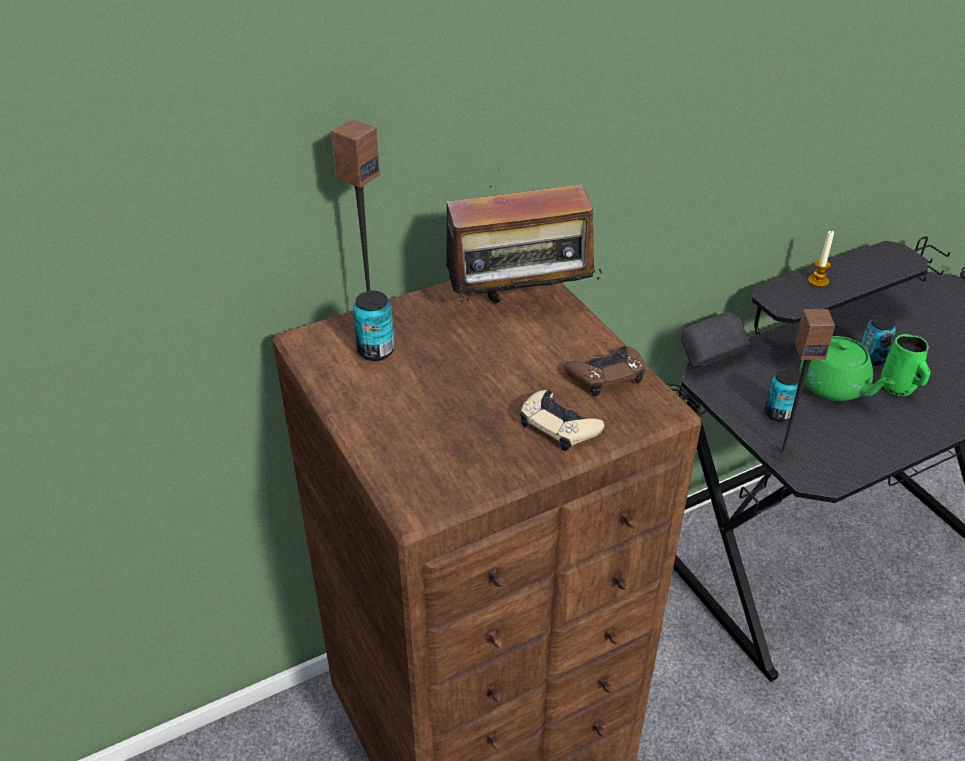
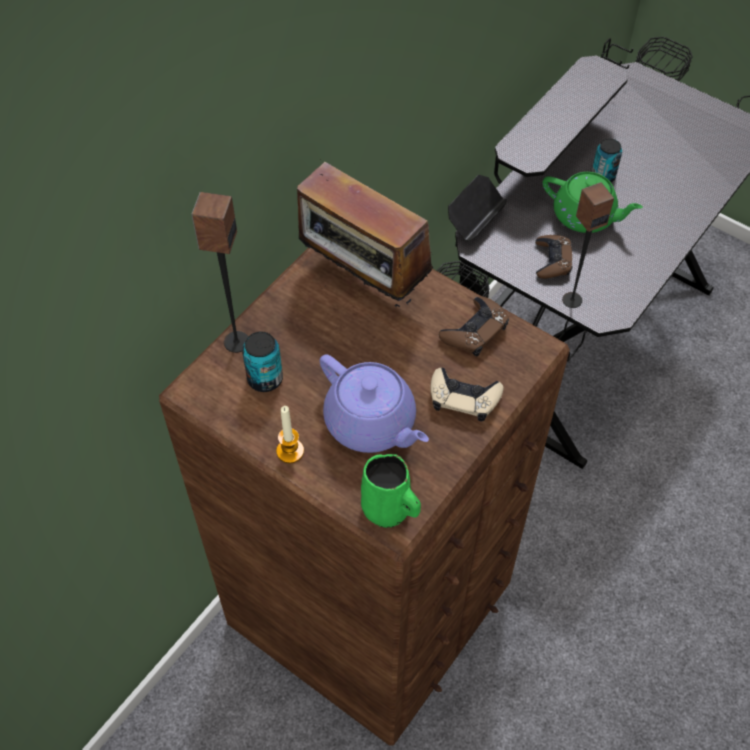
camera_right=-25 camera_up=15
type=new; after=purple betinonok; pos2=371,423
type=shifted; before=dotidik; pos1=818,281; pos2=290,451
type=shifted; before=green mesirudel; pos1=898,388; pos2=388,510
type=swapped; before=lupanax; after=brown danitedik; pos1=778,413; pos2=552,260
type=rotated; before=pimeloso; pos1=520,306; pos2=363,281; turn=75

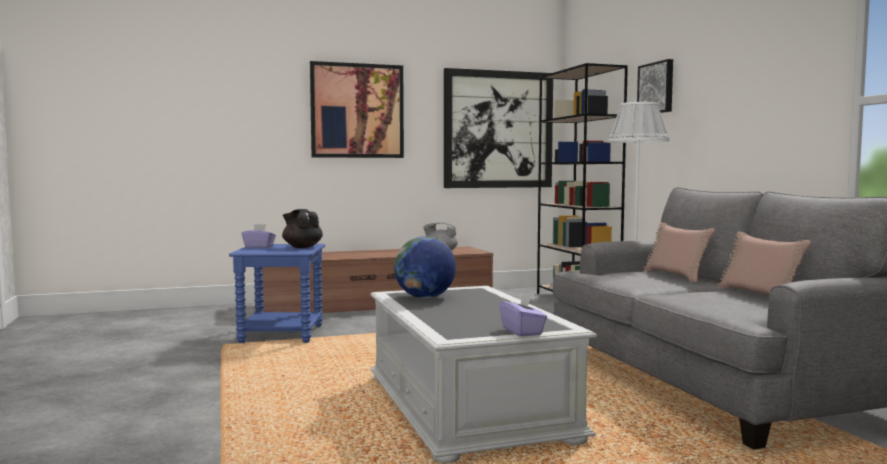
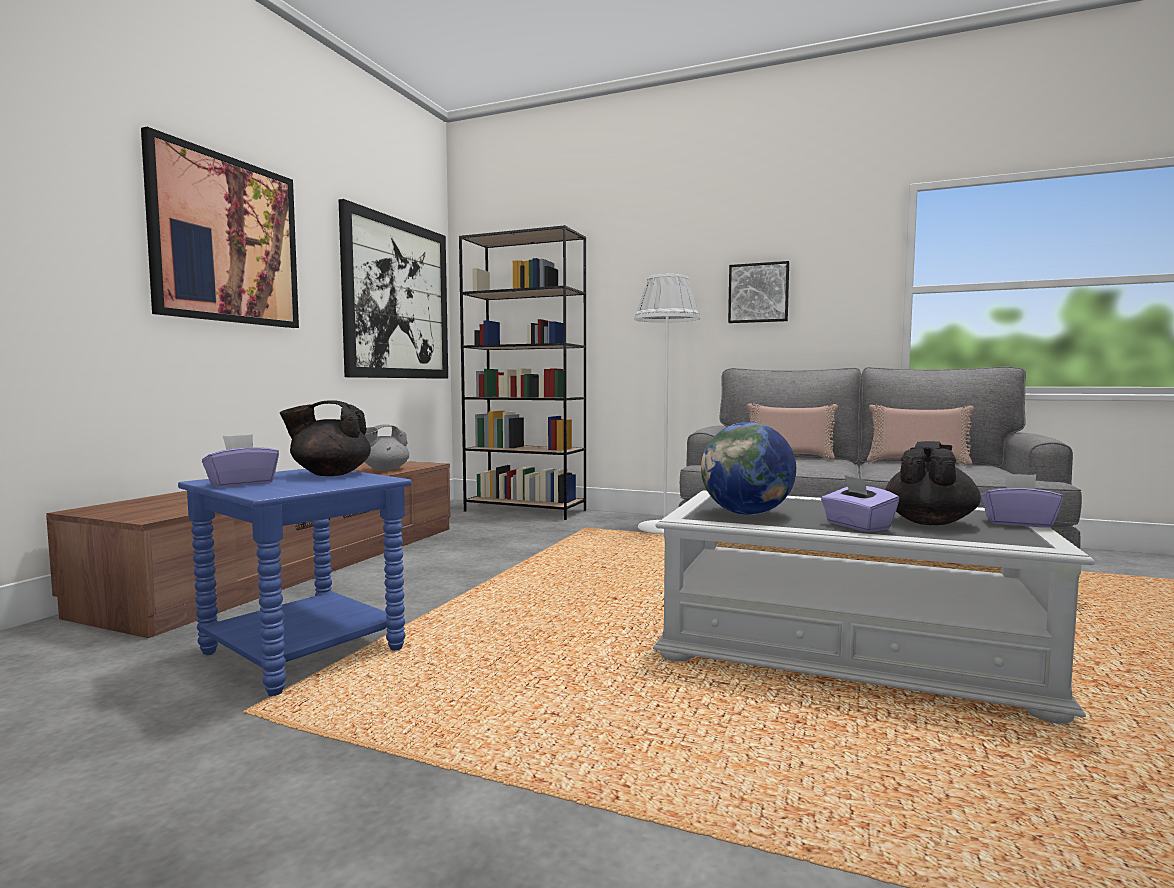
camera_right=-50 camera_up=0
type=new; after=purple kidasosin; pos2=857,526
type=new; after=black betinonok; pos2=929,522
type=shifted; before=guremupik; pos1=656,88; pos2=758,293

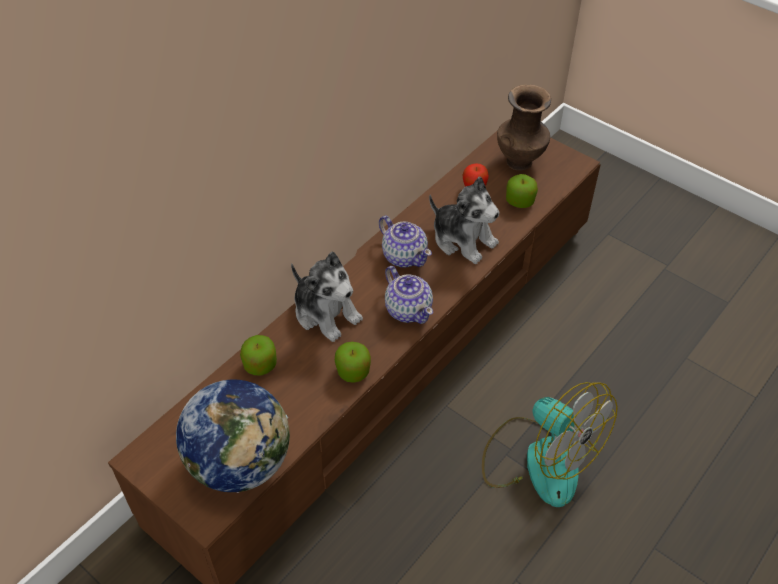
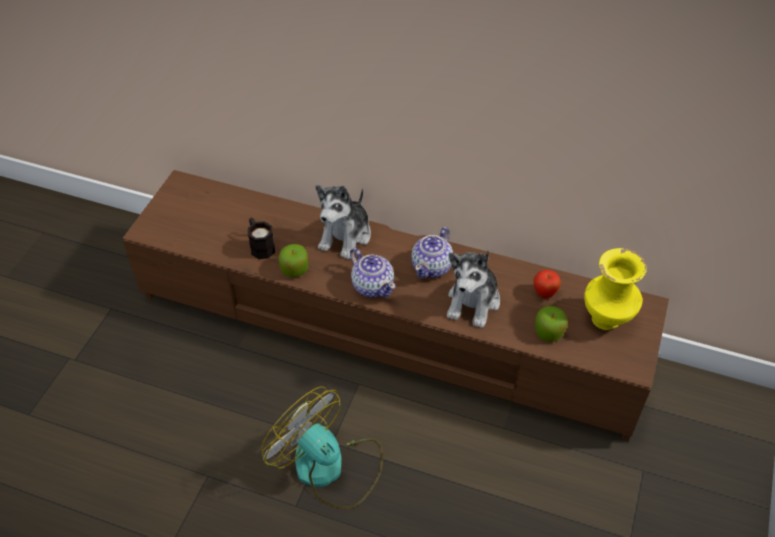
camera_right=70 camera_up=0
type=gone; before=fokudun; pos1=241,463
type=gone; before=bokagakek; pos1=260,365
type=new; after=black mesirudel; pos2=260,246
type=repainted; before=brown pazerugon; after=yellow pazerugon; pos1=520,161; pos2=607,320
type=rotated; before=betinonok; pos1=408,309; pos2=372,285; turn=-75
type=rotated; before=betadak; pos1=539,459; pos2=329,467; turn=105

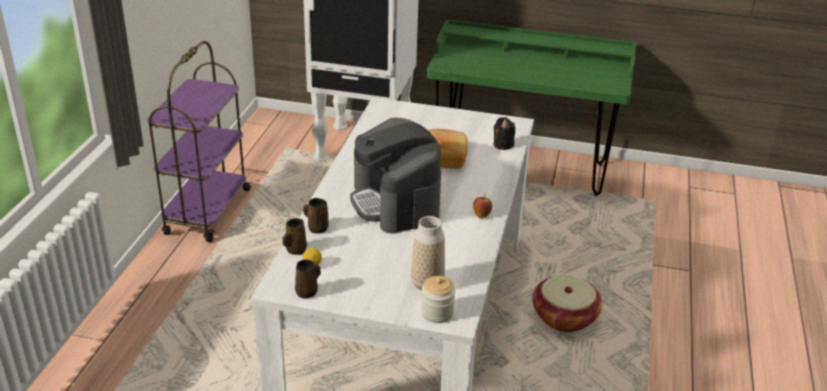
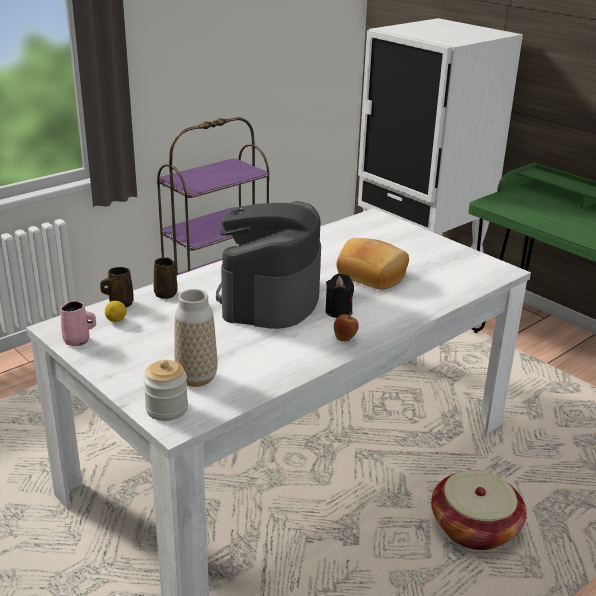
camera_right=35 camera_up=-5
type=shifted; before=black dotidik; pos1=503,145; pos2=338,311
type=repainted; before=brown mesirudel; after=pink mesirudel; pos1=307,292; pos2=78,341

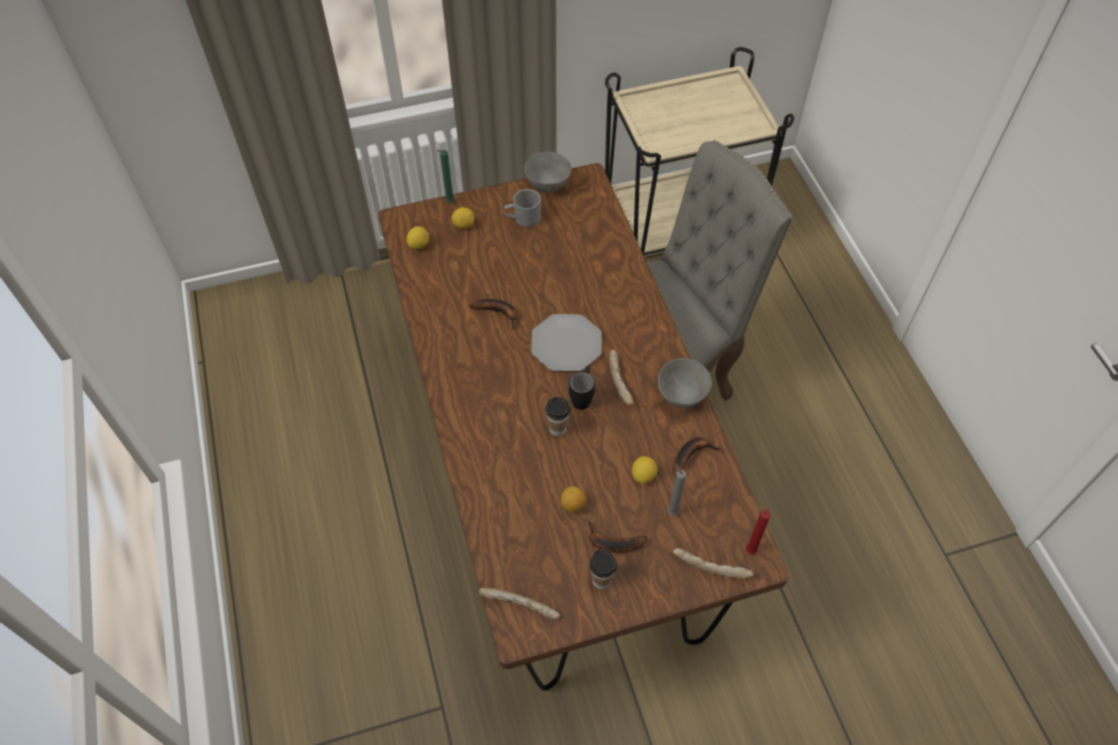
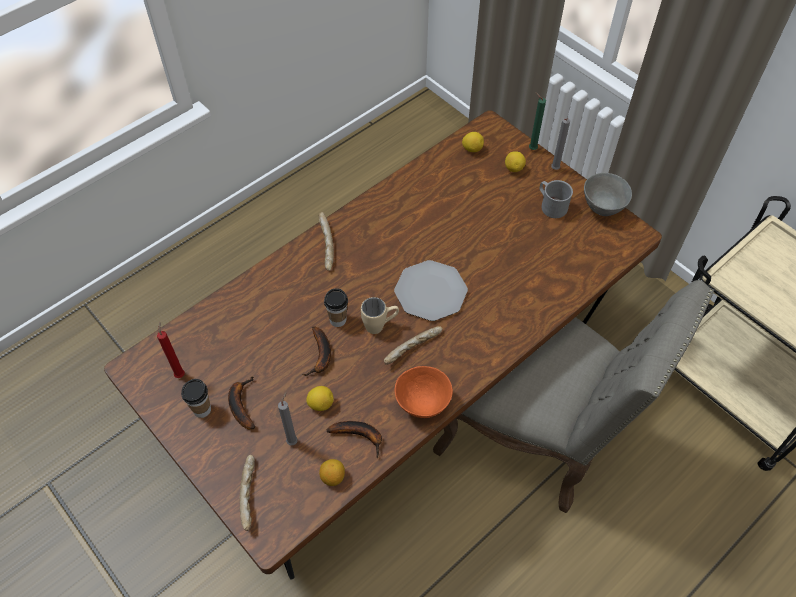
camera_right=65 camera_up=0
type=new; after=grey dotidik; pos2=554,170
type=shifted; before=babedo; pos1=499,313; pos2=320,356
type=shifted; before=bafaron; pos1=519,607; pos2=325,245
type=shifted; before=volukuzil; pos1=572,505; pos2=333,477
type=shifted; before=red dotidik; pos1=748,550; pos2=180,374
type=repainted; before=black mesirudel; after=beige mesirudel; pos1=582,397; pos2=380,325
type=repainted; before=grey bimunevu; after=orange bimunevu; pos1=681,397; pos2=422,405

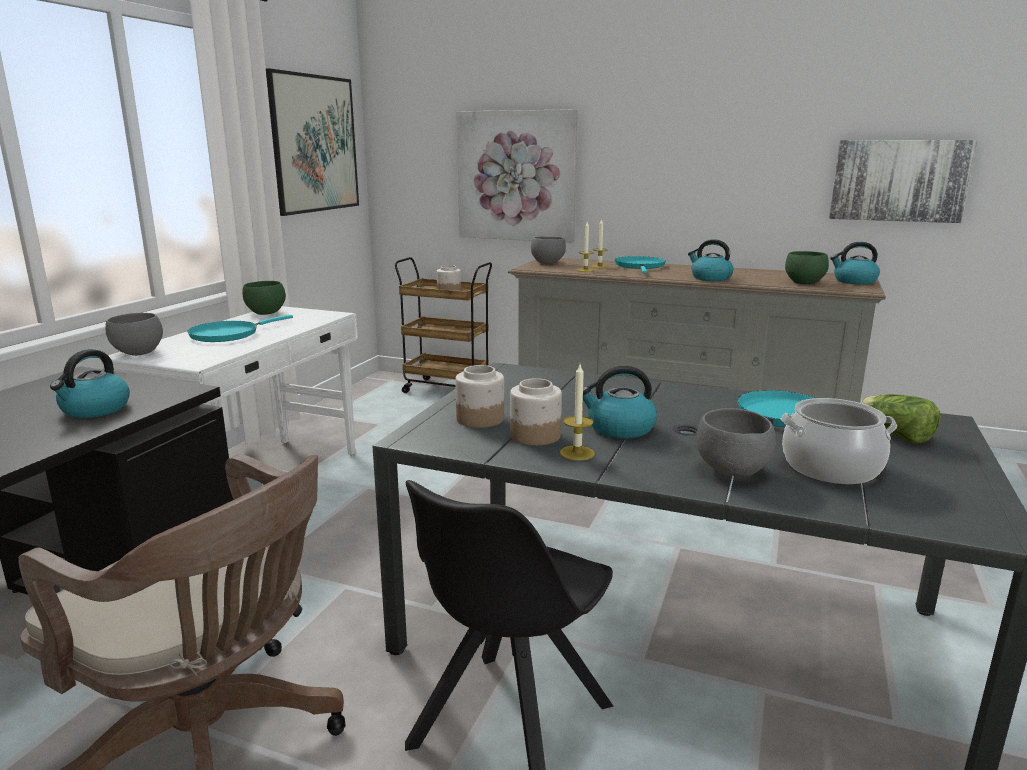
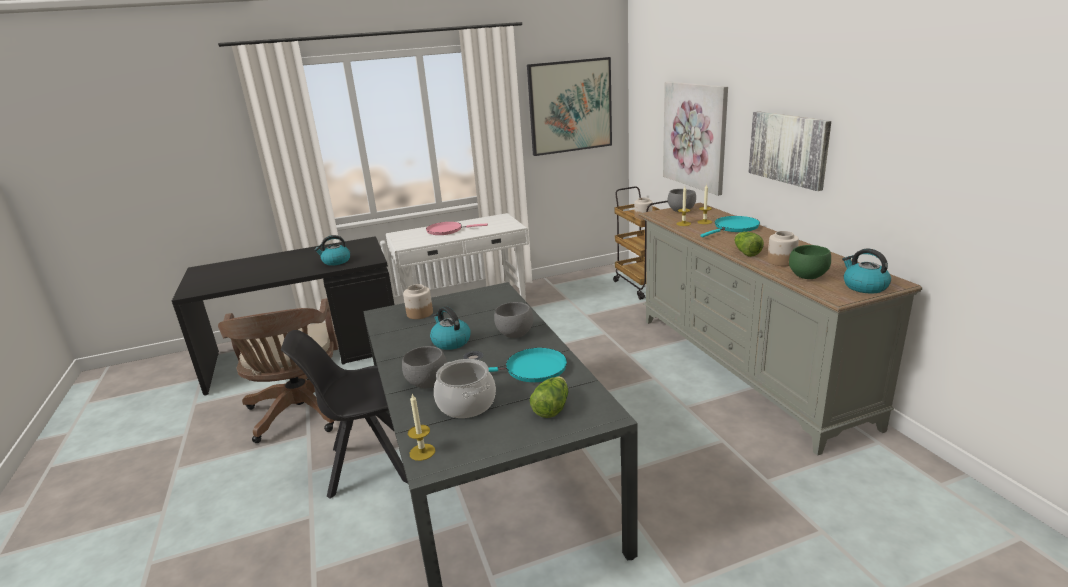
camera_right=50 camera_up=5
type=gone; before=green bimunevu; pos1=265,313
type=shifted; before=grey bimunevu; pos1=138,353; pos2=514,334
type=shifted; before=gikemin; pos1=535,436; pos2=781,261
type=shifted; before=dotidik; pos1=577,453; pos2=422,452
type=shifted; before=guremupik; pos1=899,180; pos2=788,148
type=swapped; before=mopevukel; after=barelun; pos1=710,278; pos2=746,252
type=repainted; before=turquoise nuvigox; after=pink nuvigox; pos1=228,334; pos2=447,230

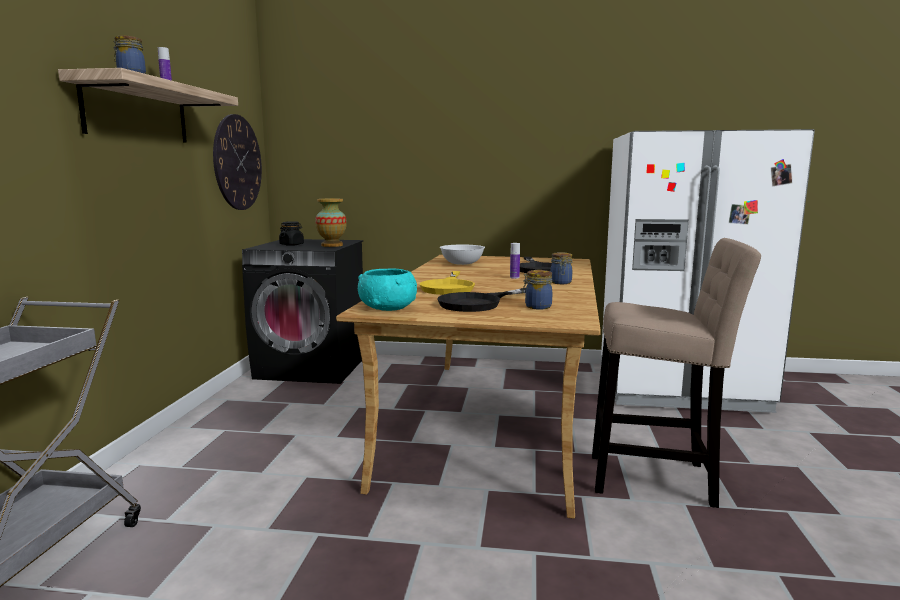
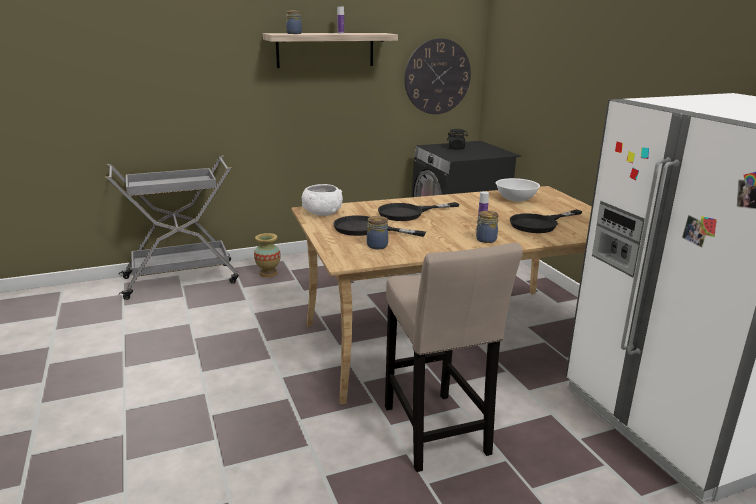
camera_right=60 camera_up=10
type=shifted; before=pazerugon; pos1=332,245; pos2=268,273
type=repainted; before=turquoise bimunevu; after=white bimunevu; pos1=387,308; pos2=322,212
type=repainted; before=yellow nuvigox; after=black nuvigox; pos1=448,287; pos2=408,213

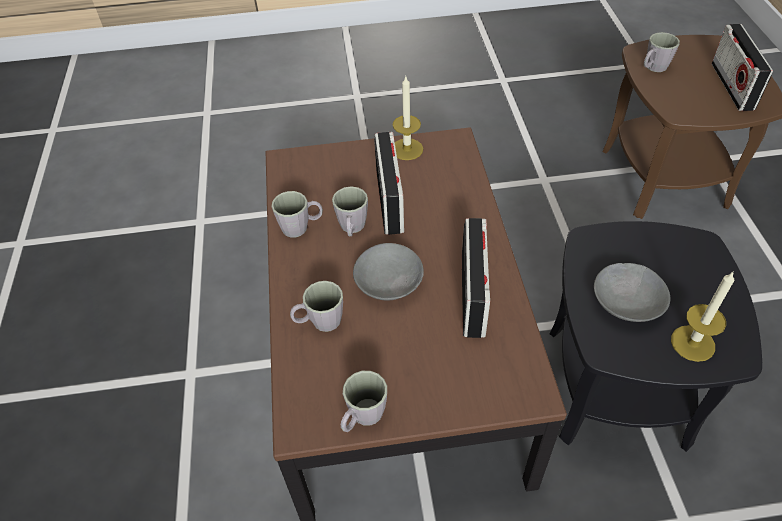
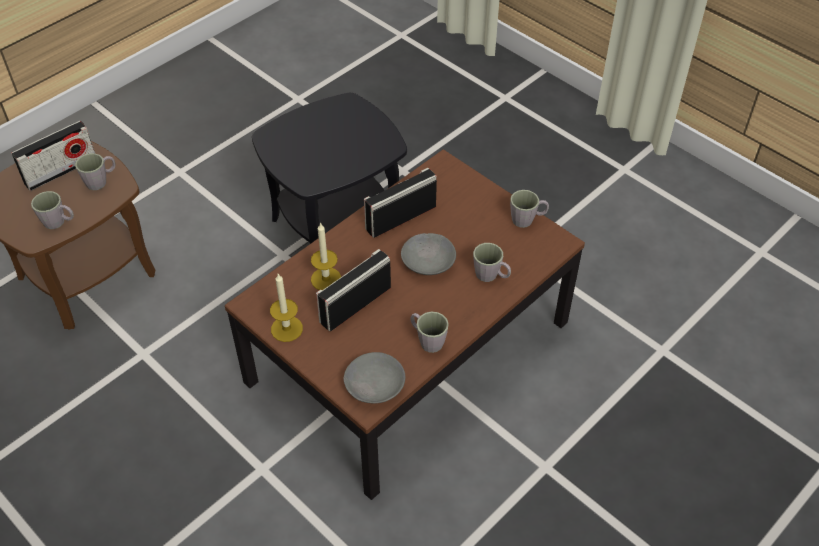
camera_right=-130 camera_up=0
type=shifted; before=grey mesirudel; pos1=352,228; pos2=101,181
type=shifted; before=grey bimunevu; pos1=627,301; pos2=374,385
type=shifted; before=dotidik; pos1=692,343; pos2=326,279

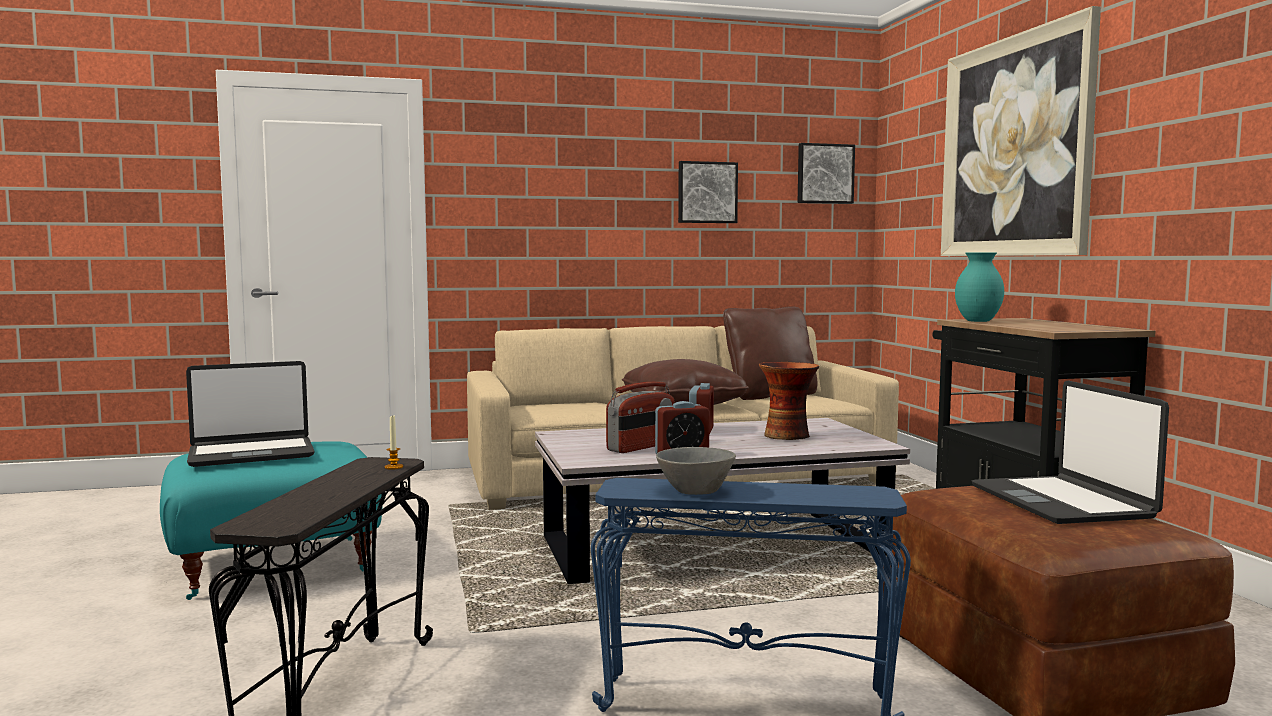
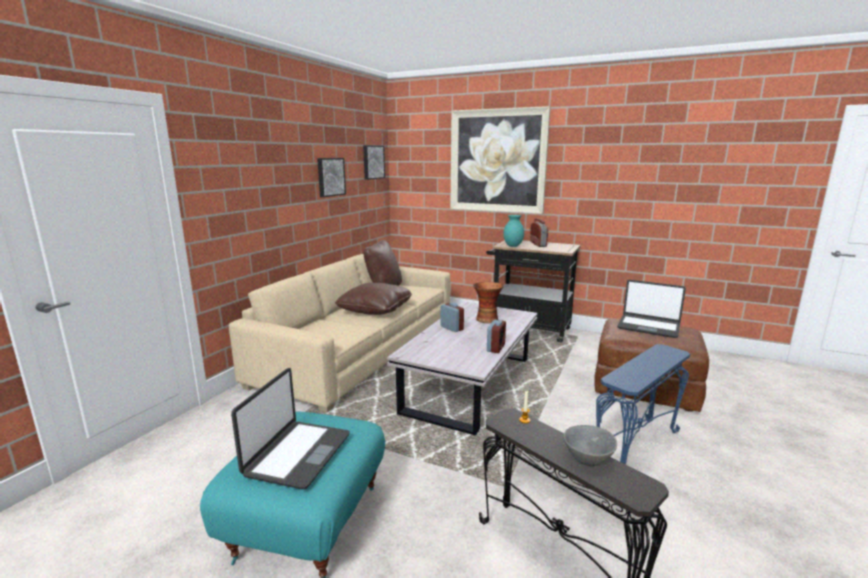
camera_right=-50 camera_up=10
type=shifted; before=pimeloso; pos1=641,447; pos2=538,244
type=shifted; before=grey bimunevu; pos1=695,490; pos2=586,458

